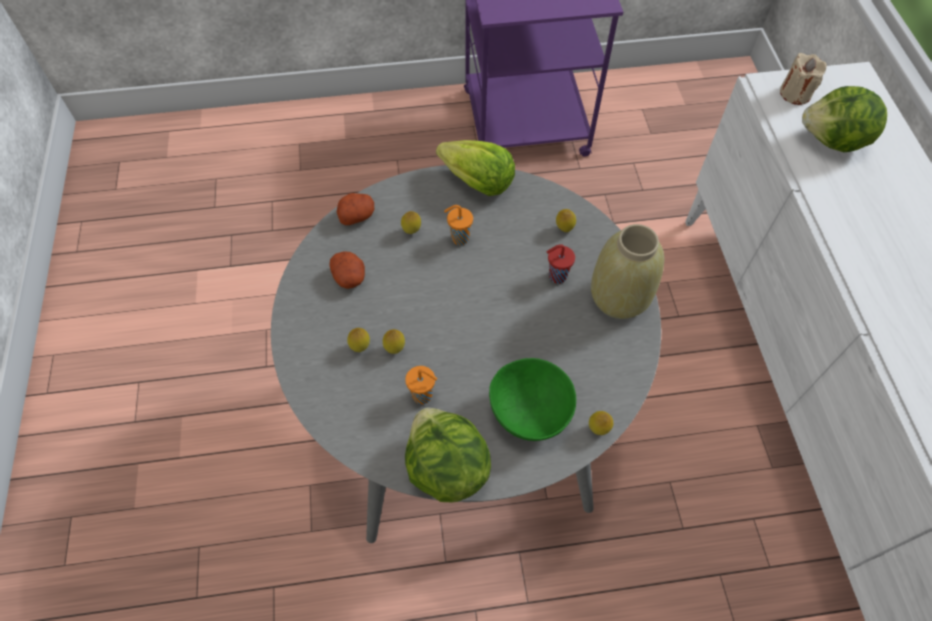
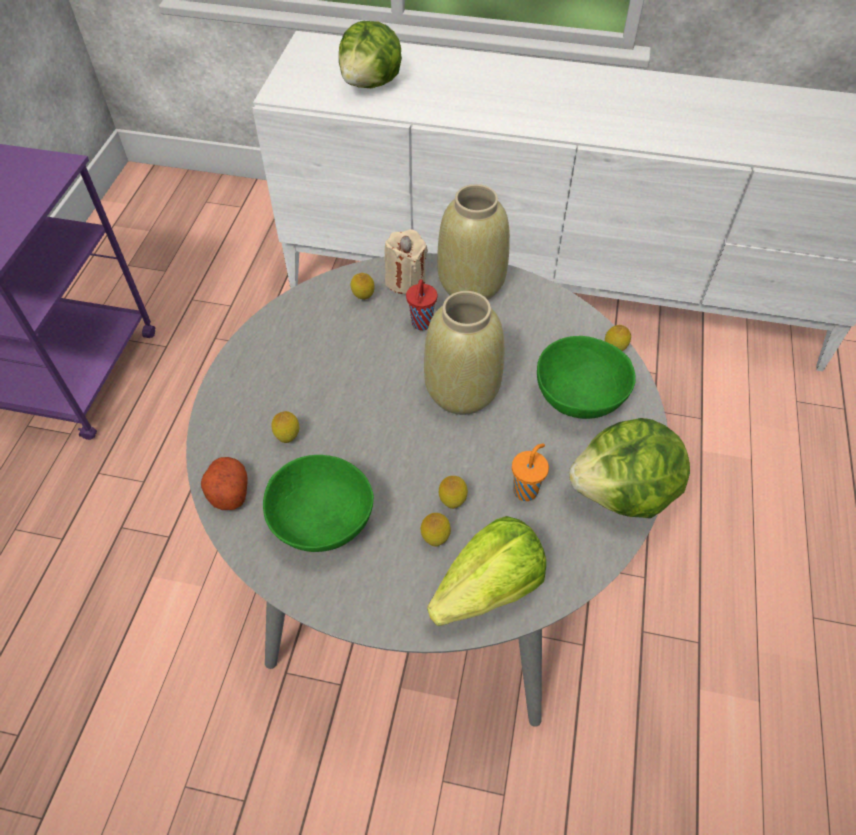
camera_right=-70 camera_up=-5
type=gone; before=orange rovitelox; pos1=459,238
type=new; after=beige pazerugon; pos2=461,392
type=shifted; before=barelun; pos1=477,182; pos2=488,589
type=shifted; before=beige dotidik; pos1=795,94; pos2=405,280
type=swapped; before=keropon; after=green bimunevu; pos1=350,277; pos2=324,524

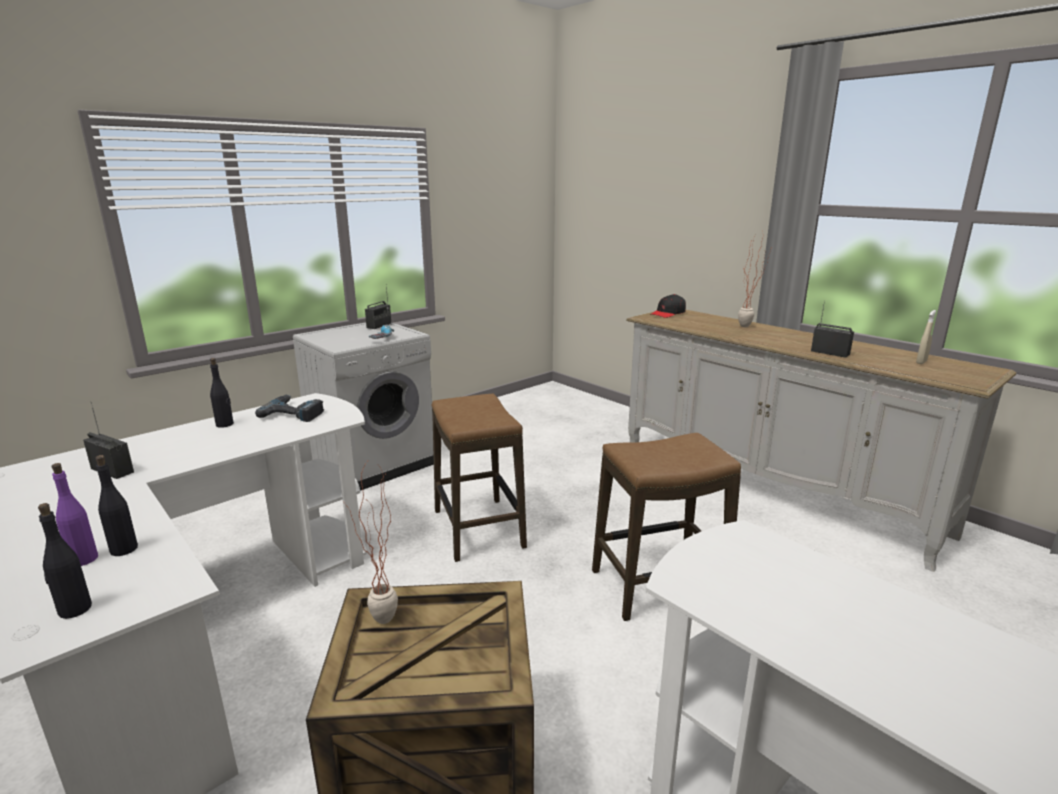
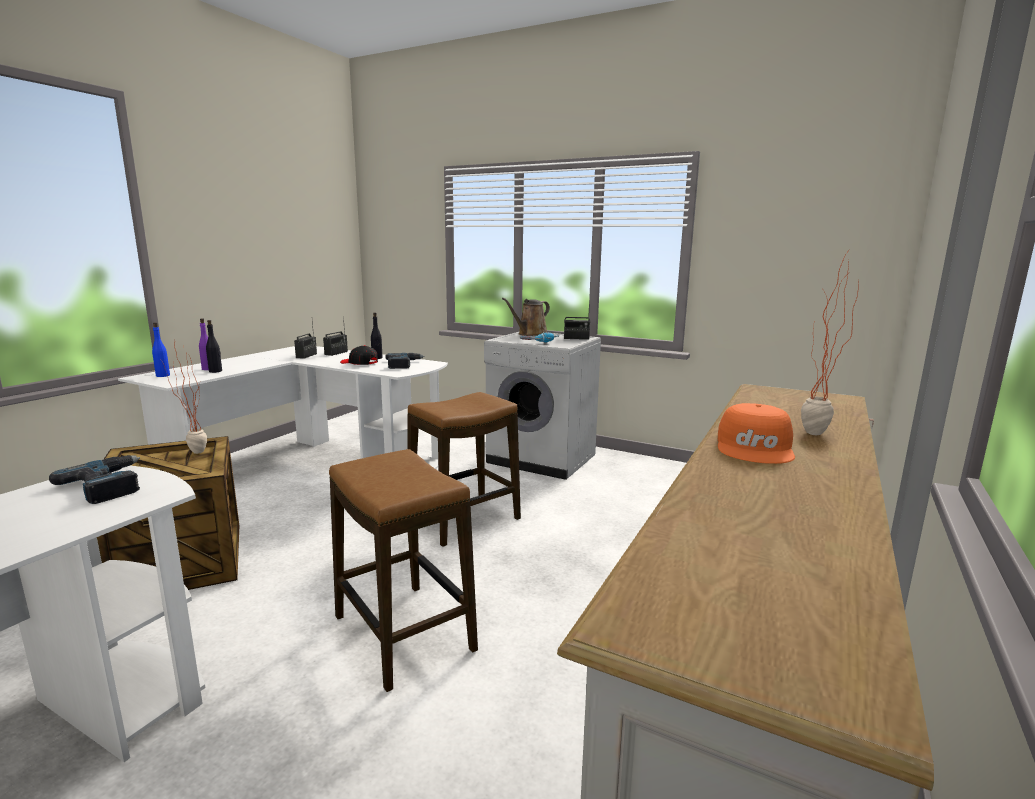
camera_right=70 camera_up=-5
type=gone; before=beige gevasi; pos1=921,362
type=new; after=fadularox; pos2=109,485
type=new; after=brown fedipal; pos2=530,334
type=new; after=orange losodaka; pos2=756,447
type=shifted; before=black losodaka; pos1=668,313; pos2=359,363
type=shifted; before=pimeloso; pos1=830,353; pos2=336,353
type=repainted; before=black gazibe; after=blue gazibe; pos1=74,609; pos2=163,375

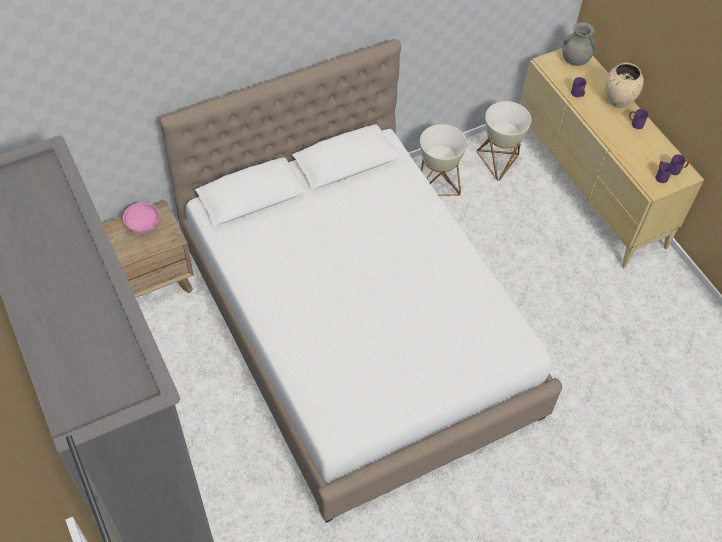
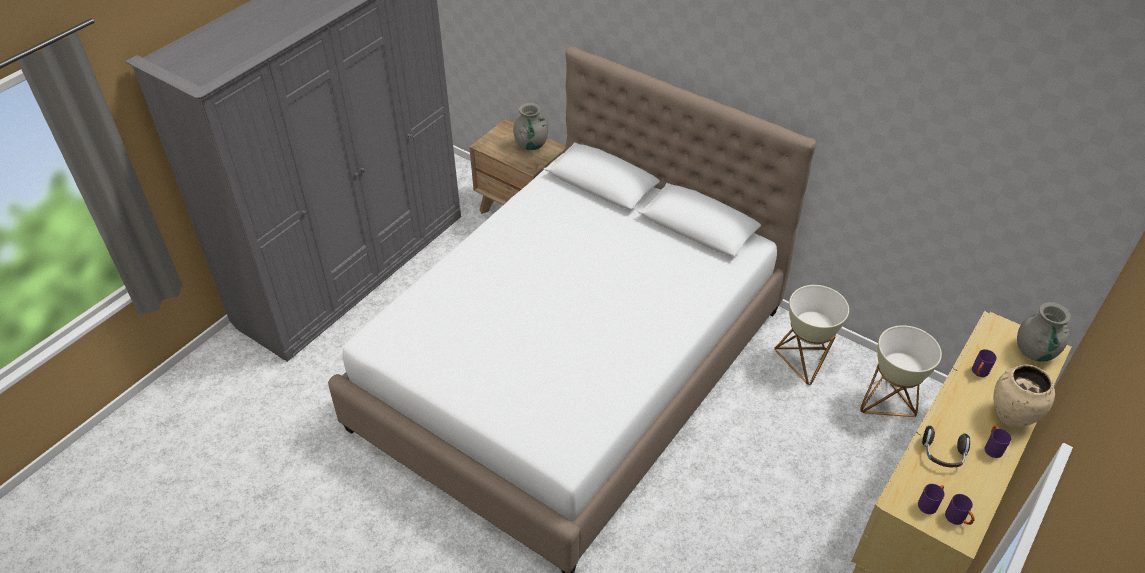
camera_right=65 camera_up=-10
type=new; after=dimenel; pos2=942,454
type=swapped; before=pink bimunevu; after=grey pazerugon; pos1=143,225; pos2=531,144

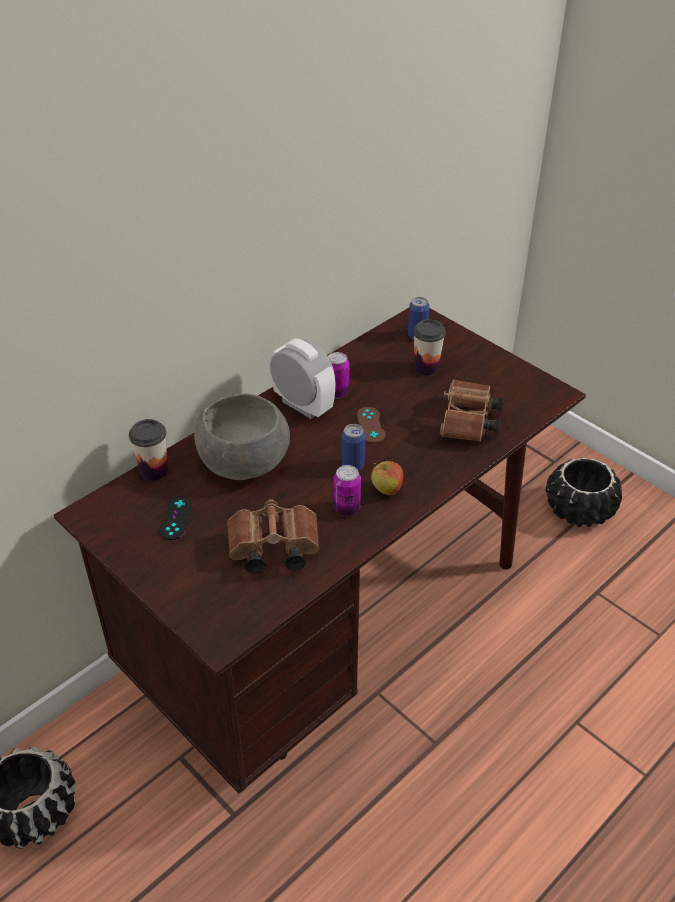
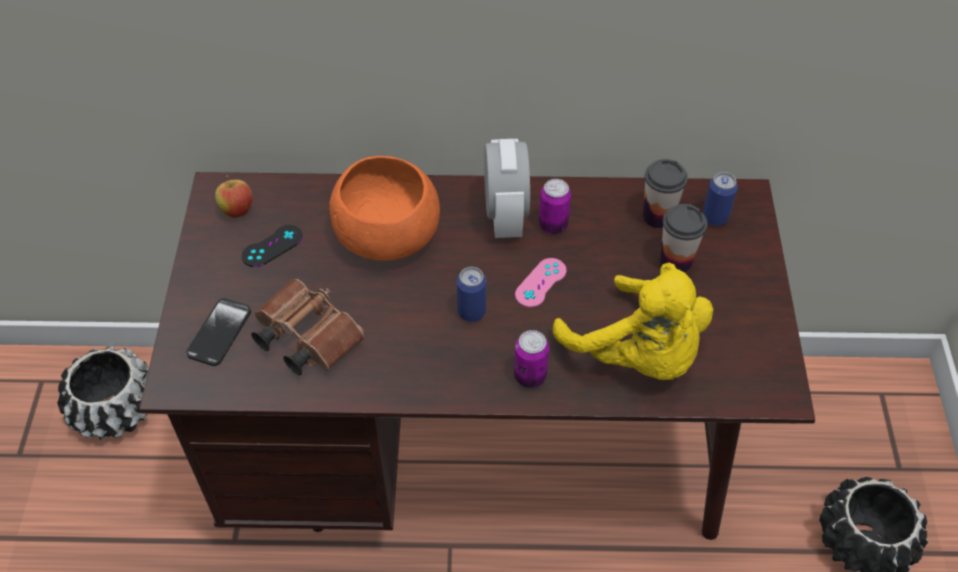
camera_right=45 camera_up=10
type=new; after=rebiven; pos2=219,333
type=shifted; before=rovitelox; pos1=154,471; pos2=658,216
type=shifted; before=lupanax; pos1=347,508; pos2=530,376
type=shifted; before=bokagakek; pos1=386,490; pos2=237,210
type=swapped; before=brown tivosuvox; after=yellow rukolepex; pos1=468,424; pos2=638,355
type=repainted; before=grey bimunevu; after=orange bimunevu; pos1=243,462; pos2=386,235
type=repainted; before=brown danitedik; after=pink danitedik; pos1=370,425; pos2=540,283

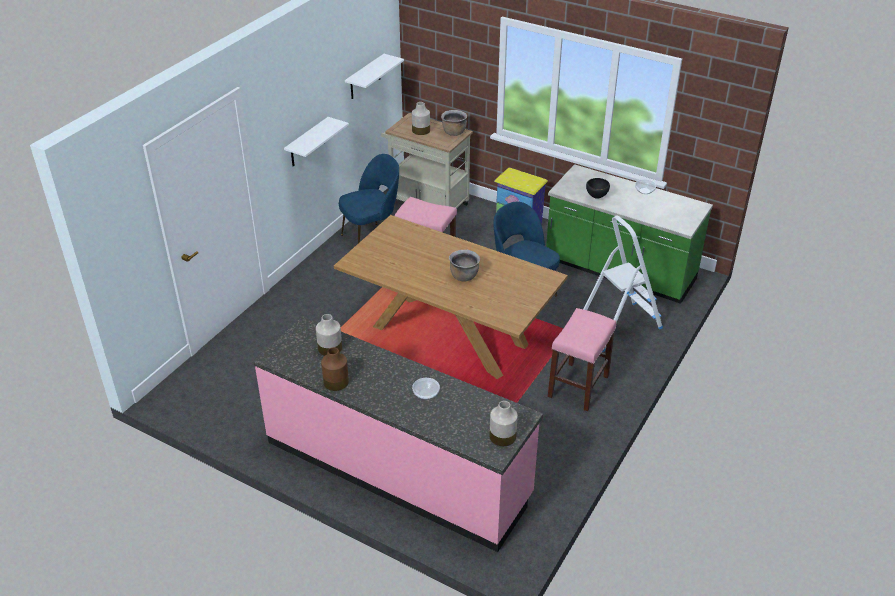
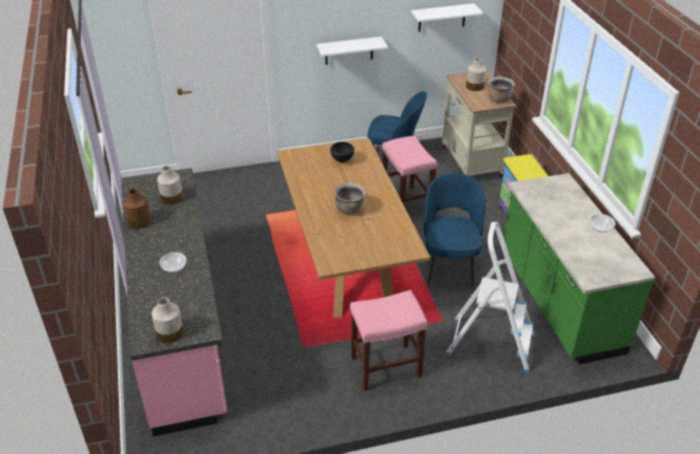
camera_right=45 camera_up=0
type=shifted; before=black bimunevu; pos1=596,197; pos2=342,161

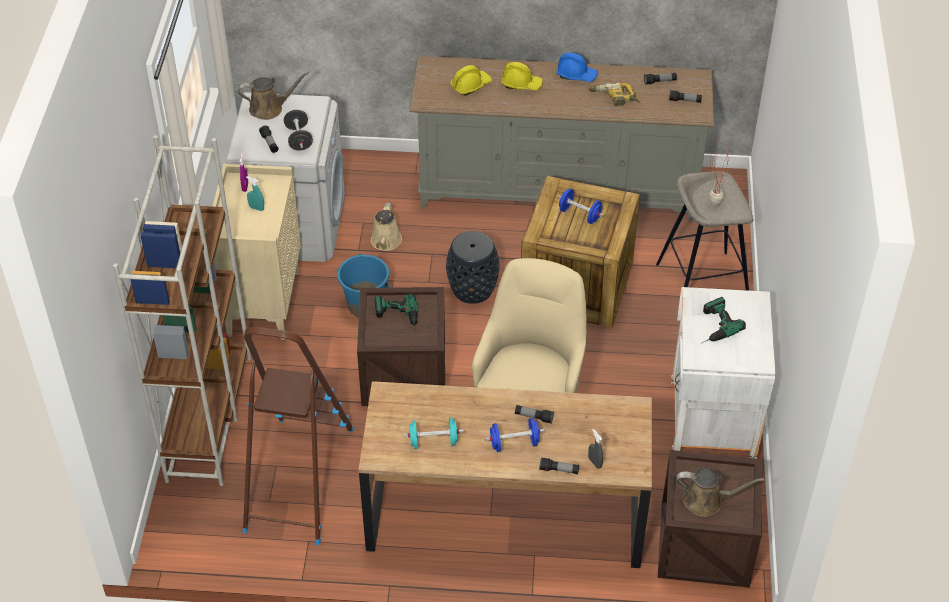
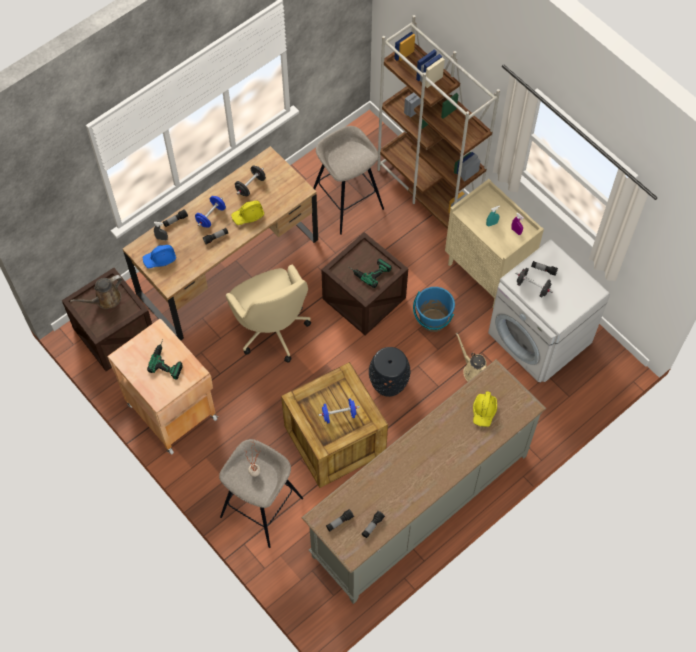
camera_right=135 camera_up=15
type=gone; before=brown fedipal; pos1=269,108
type=gone; before=fadularox; pos1=613,99
type=shifted; before=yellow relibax; pos1=521,84; pos2=248,215
type=shifted; before=blue relibax; pos1=576,75; pos2=160,259
type=swapped; before=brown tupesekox; after=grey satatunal; pos1=299,478; pos2=347,202
type=repainted; before=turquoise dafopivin; after=black dafopivin; pos1=433,442; pos2=250,186
type=repainted; before=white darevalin; after=brown darevalin; pos1=712,423; pos2=171,410

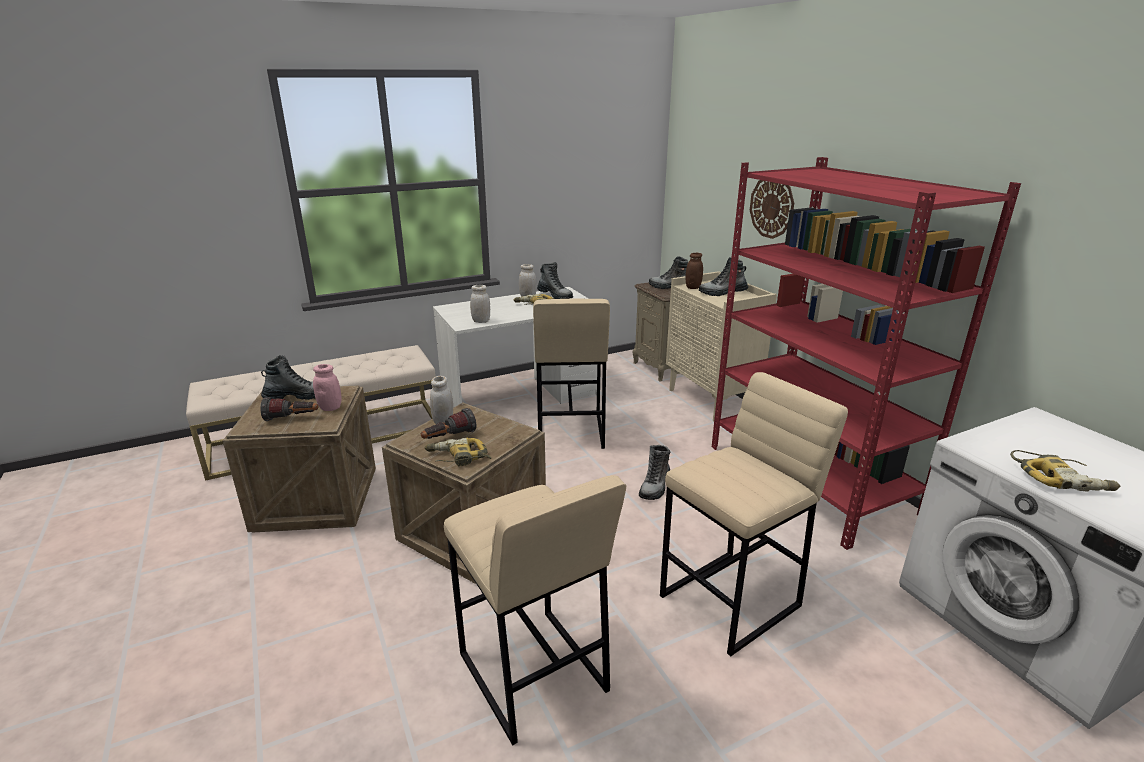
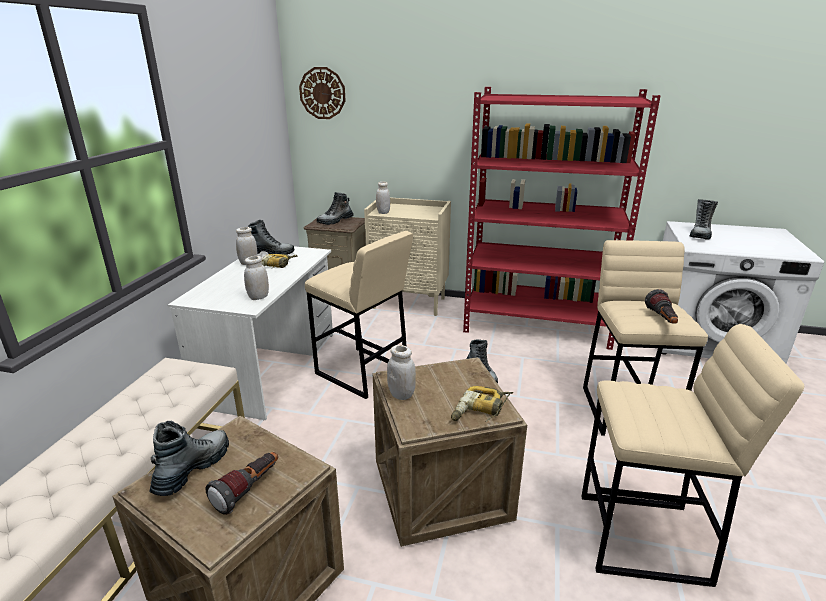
camera_right=-50 camera_up=0
type=gone; before=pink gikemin; pos1=330,408
type=gone; before=fadularox; pos1=1060,479
type=shifted; before=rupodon; pos1=448,438; pos2=662,320
type=shifted; before=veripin; pos1=722,292; pos2=700,234
type=shifted; before=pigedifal; pos1=772,206; pos2=322,93
type=repainted; before=brown gikemin; after=white gikemin; pos1=693,287; pos2=383,212

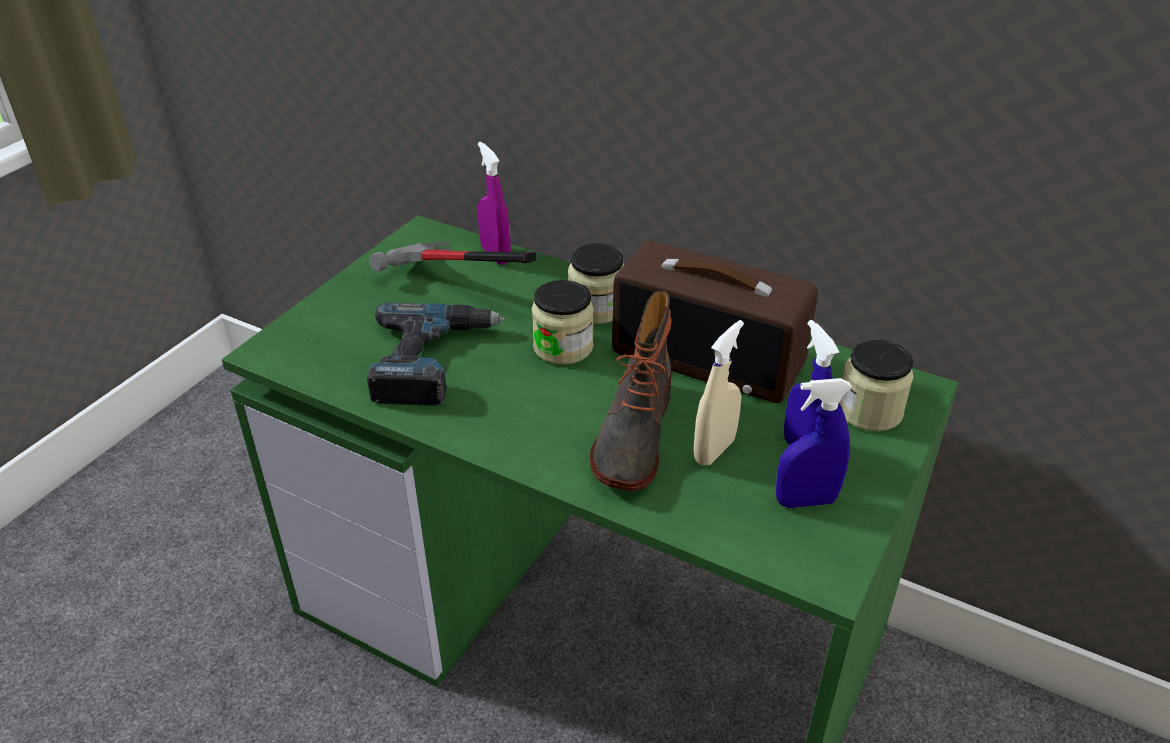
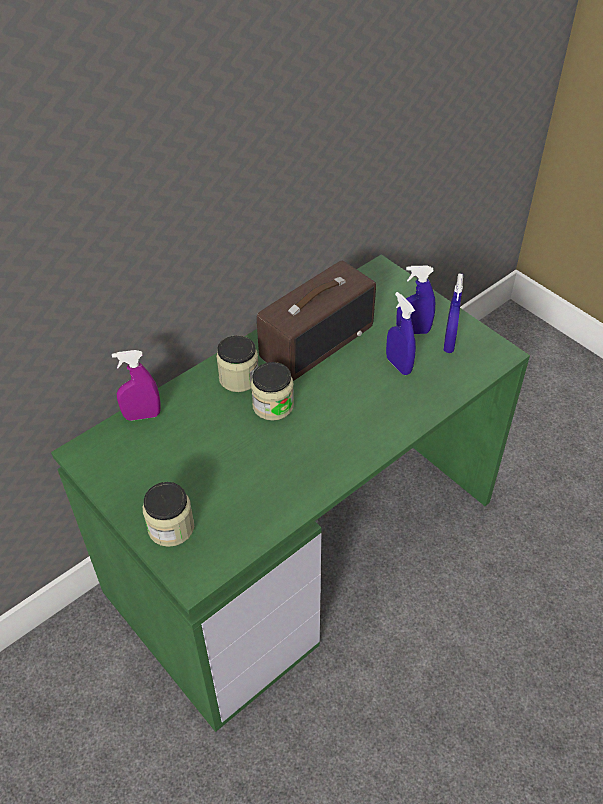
camera_right=-70 camera_up=10
type=gone; before=fadularox; pos1=432,361
type=gone; before=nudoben; pos1=451,289
type=gone; before=veripin; pos1=632,436
type=shifted; before=gikemin; pos1=869,411; pos2=171,527
type=repainted; before=beige gevasi; after=blue gevasi; pos1=714,451; pos2=398,365

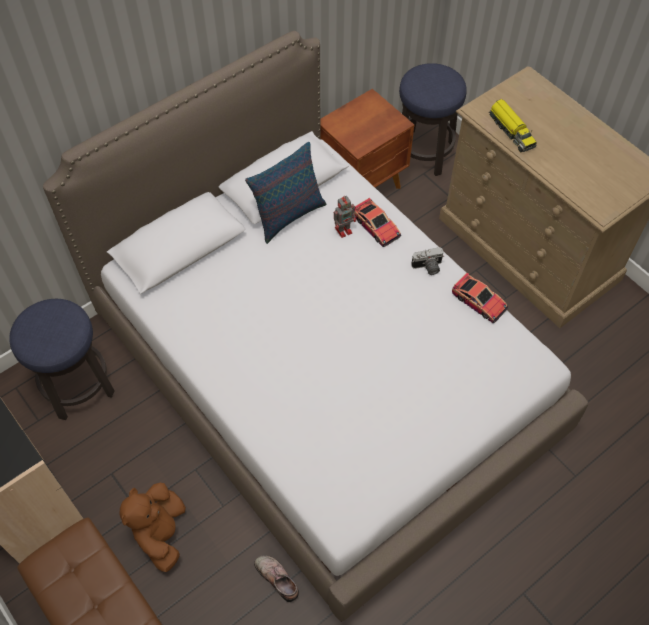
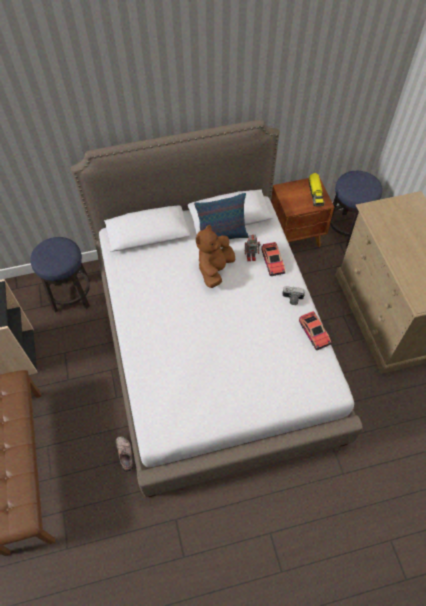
camera_right=25 camera_up=0
type=shifted; before=brown rukolepex; pos1=161,533; pos2=215,269
type=shifted; before=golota; pos1=511,131; pos2=315,193

